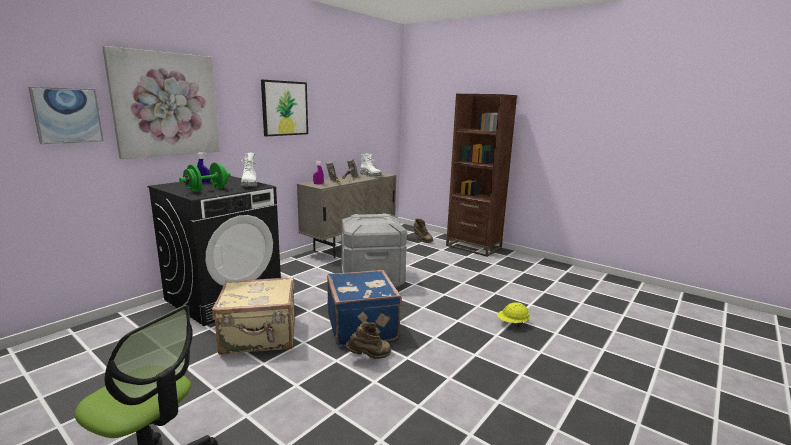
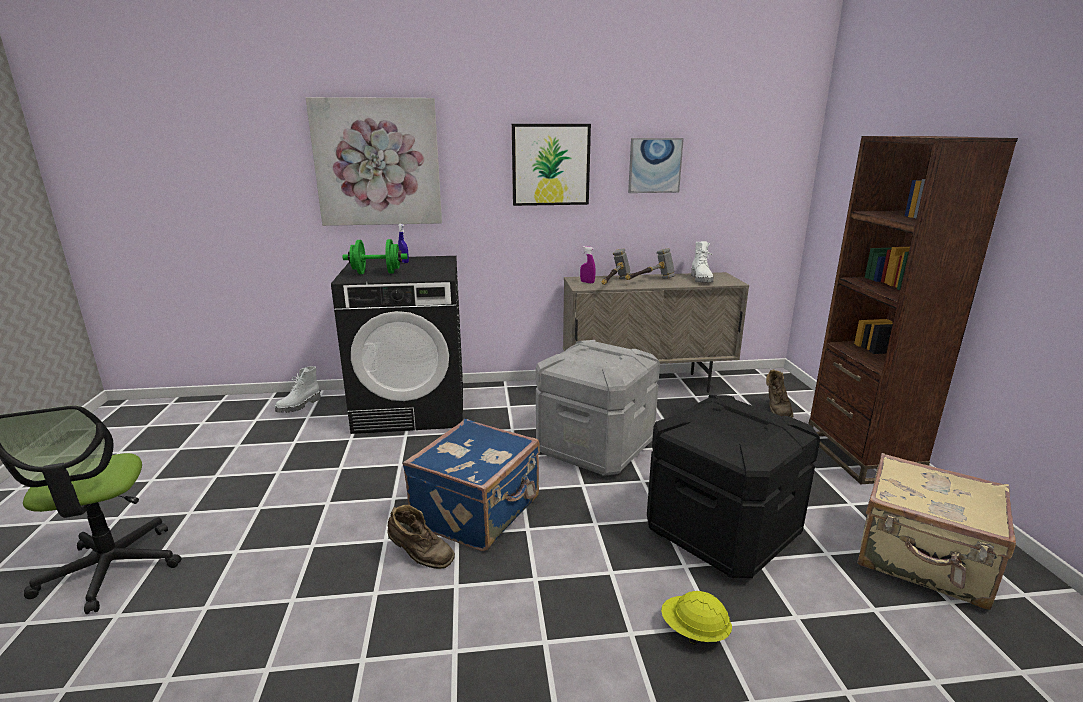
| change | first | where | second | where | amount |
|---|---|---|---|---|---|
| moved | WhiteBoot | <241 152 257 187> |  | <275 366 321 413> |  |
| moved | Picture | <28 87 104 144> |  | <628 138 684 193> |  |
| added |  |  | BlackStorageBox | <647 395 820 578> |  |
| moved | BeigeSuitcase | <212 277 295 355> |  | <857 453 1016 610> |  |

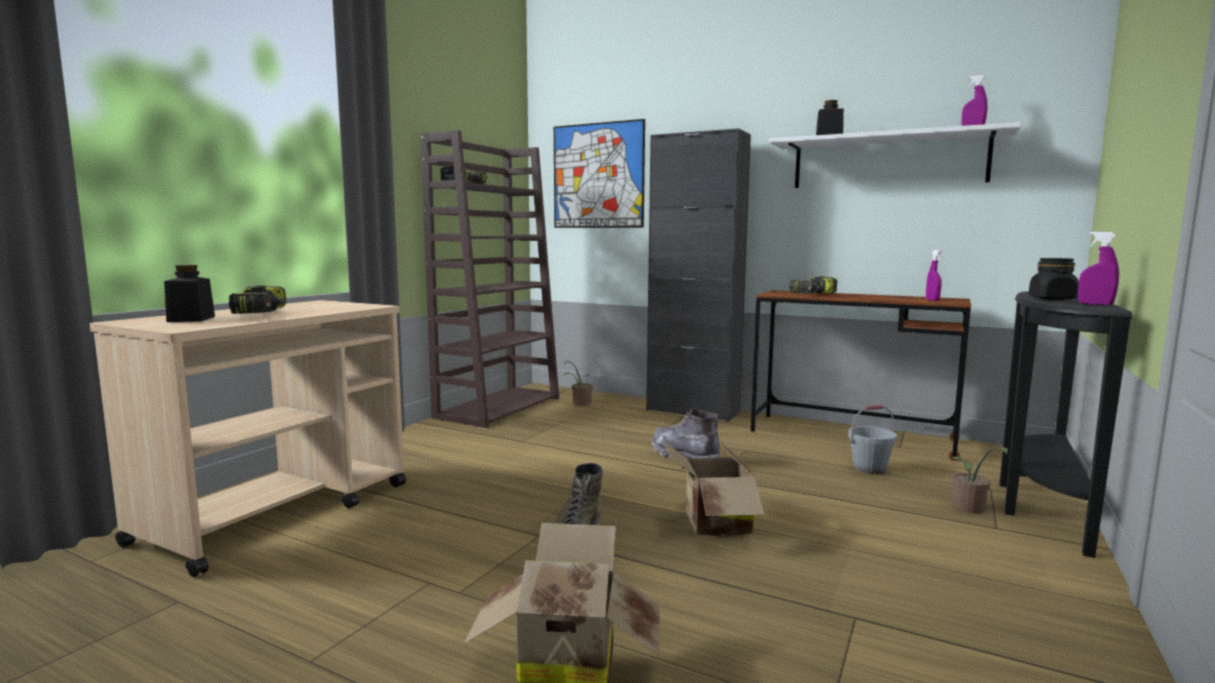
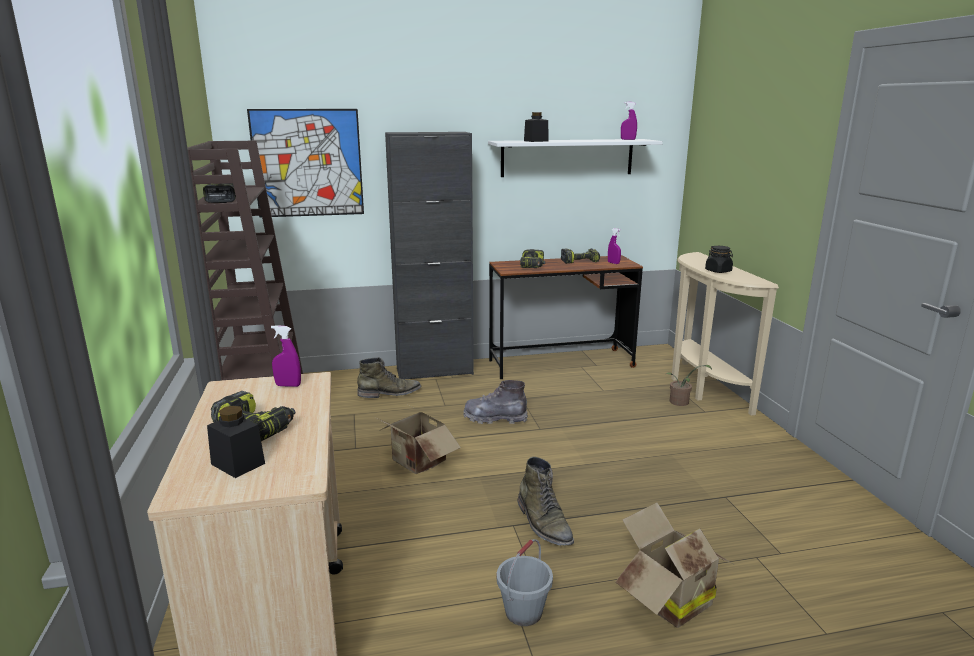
| change | first | where | second | where | amount |
|---|---|---|---|---|---|
| moved | PurpleSprayBottle | <1078 232 1119 305> |  | <271 325 301 387> |  |
| added |  |  | GreenBoot | <357 357 421 398> |  |
| moved | CardboardBox | <662 440 764 537> |  | <375 408 461 474> |  |
| moved | GreyBucket | <848 405 897 474> |  | <497 539 553 626> |  |
| added |  |  | PowerDrill | <561 249 600 264> |  |
| recoloured | BlackConsoleTable | <1000 291 1132 558> | BeigeConsoleTable | <671 252 779 416> |  |
| removed | PottedPlant | <564 361 593 406> |  |  |  |

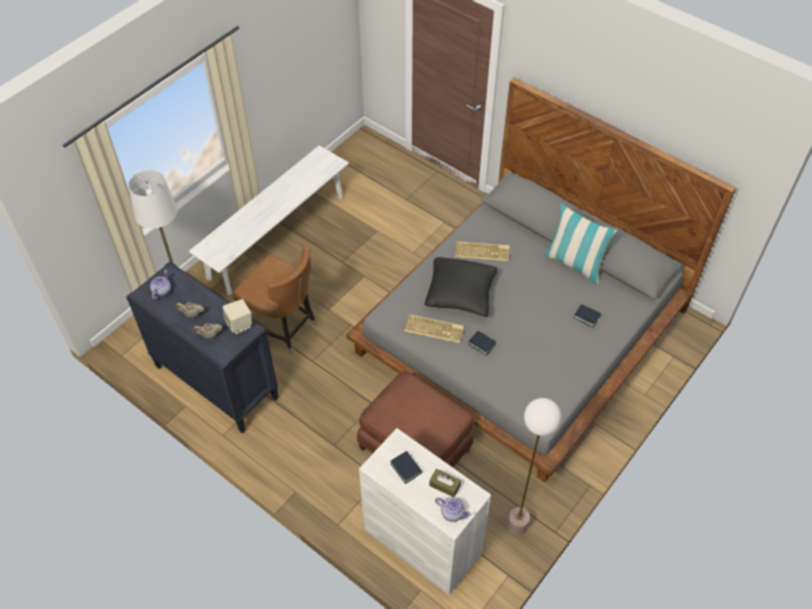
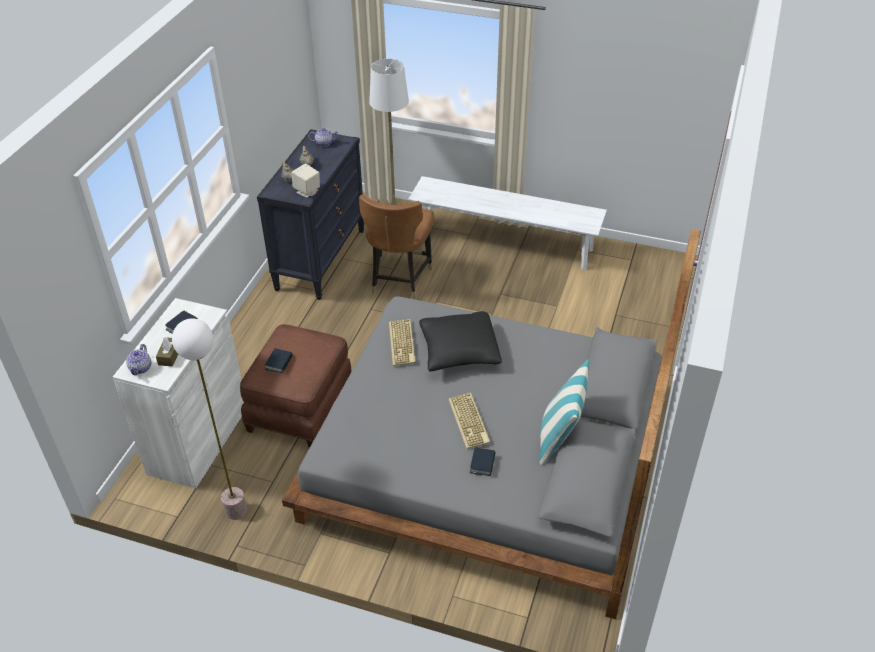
| change | first | where | second | where | amount |
|---|---|---|---|---|---|
| moved | Book | <468 331 496 356> |  | <265 348 293 373> |  |
| moved | Keyboard | <455 241 509 261> |  | <448 393 490 449> |  |

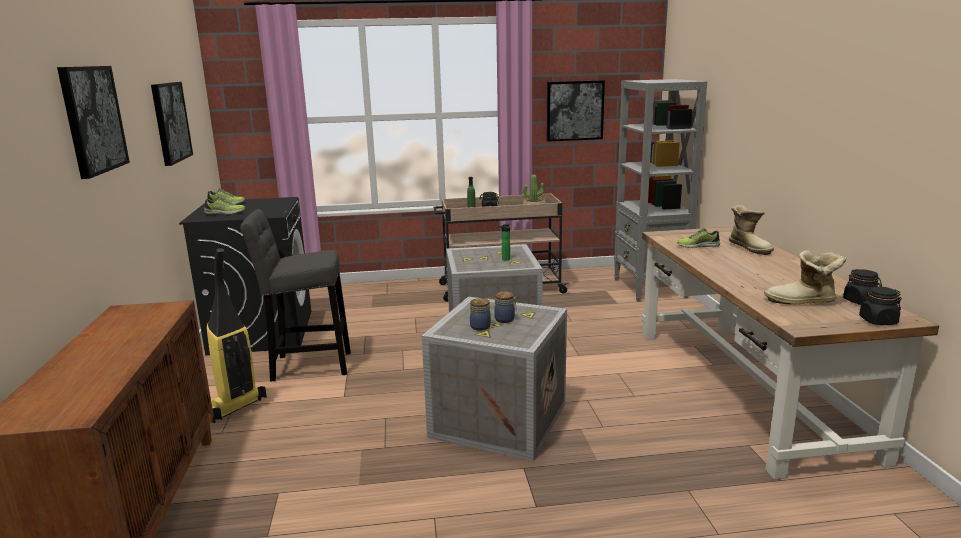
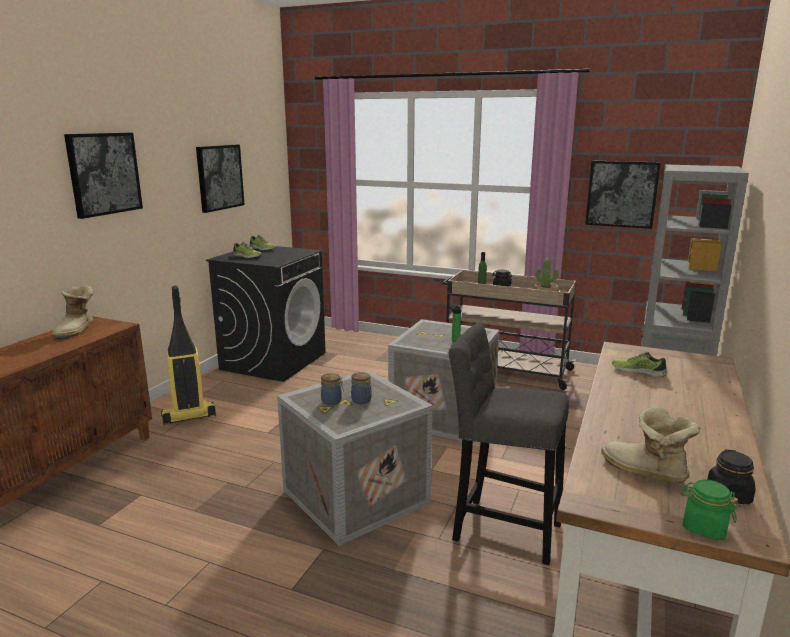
| change | first | where | second | where | amount |
|---|---|---|---|---|---|
| moved | Boot | <729 205 774 255> |  | <51 286 94 339> |  |
| moved | GreyStool | <240 209 351 382> |  | <449 323 569 565> |  |
| recoloured | BlackJar | <859 287 902 325> | GreenJar | <681 479 738 540> |  |

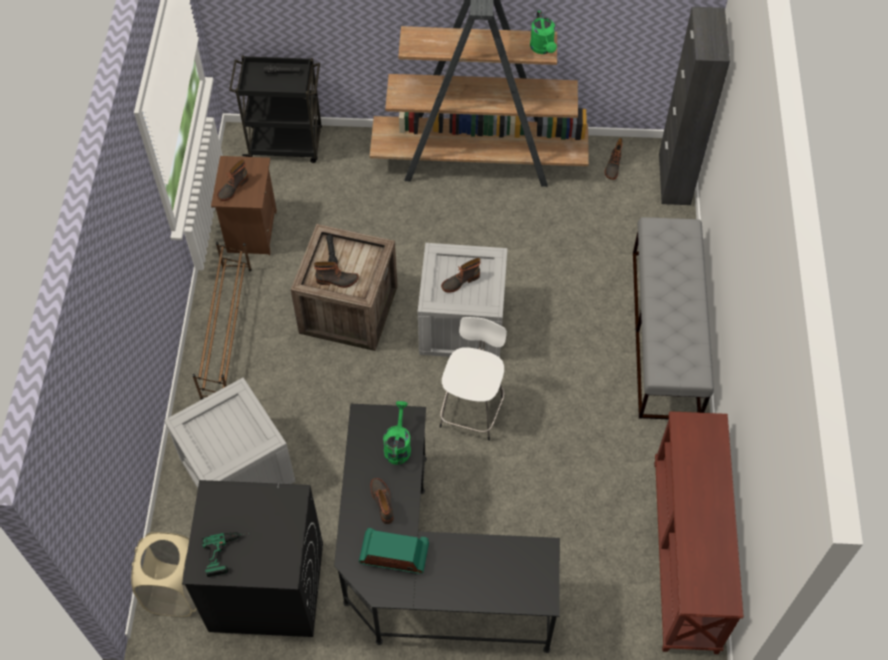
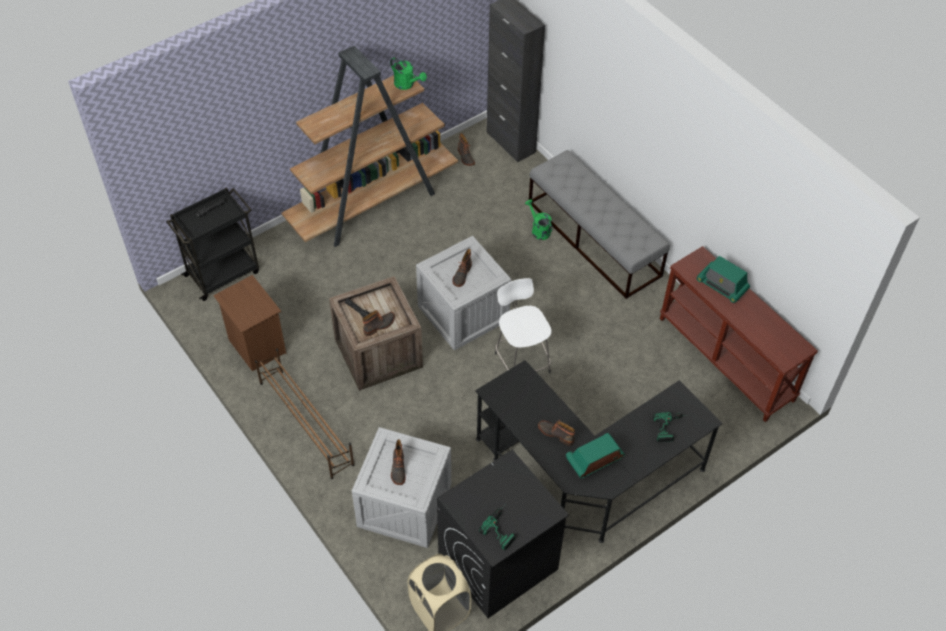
| change | first | where | second | where | amount |
|---|---|---|---|---|---|
| moved | Boot | <217 159 249 201> |  | <391 439 406 485> |  |
| moved | GreenWateringCan | <383 401 411 465> |  | <525 199 552 240> |  |
| added |  |  | PowerDrill | <653 412 689 442> |  |
| added |  |  | Radio | <696 256 750 303> |  |

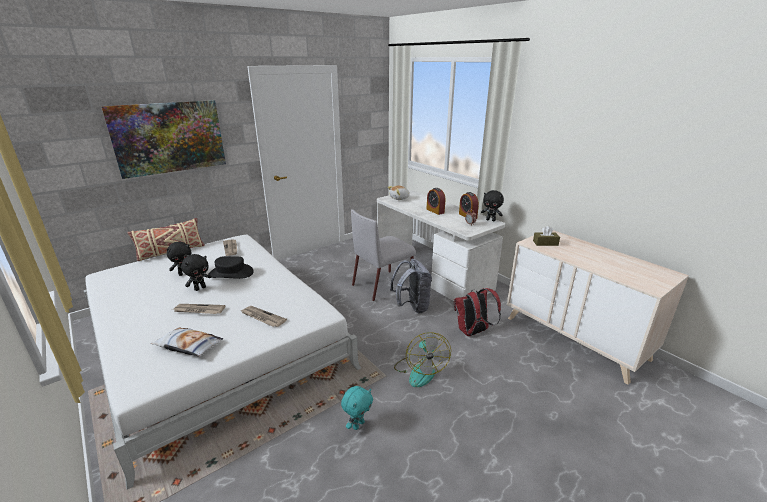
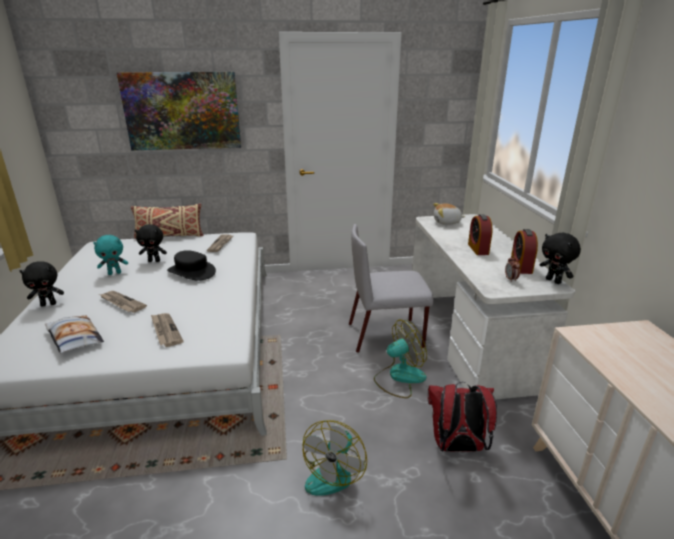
| change | first | where | second | where | amount |
|---|---|---|---|---|---|
| moved | BlackPlushToy | <181 254 211 291> |  | <20 261 64 307> |  |
| moved | TurquoisePlushToy | <341 386 373 430> |  | <93 235 128 275> |  |
| replaced | GreyBackpack | <390 259 432 313> | Fan | <374 320 427 398> |  |
| removed | BrownTissueBox | <533 226 560 246> |  |  |  |

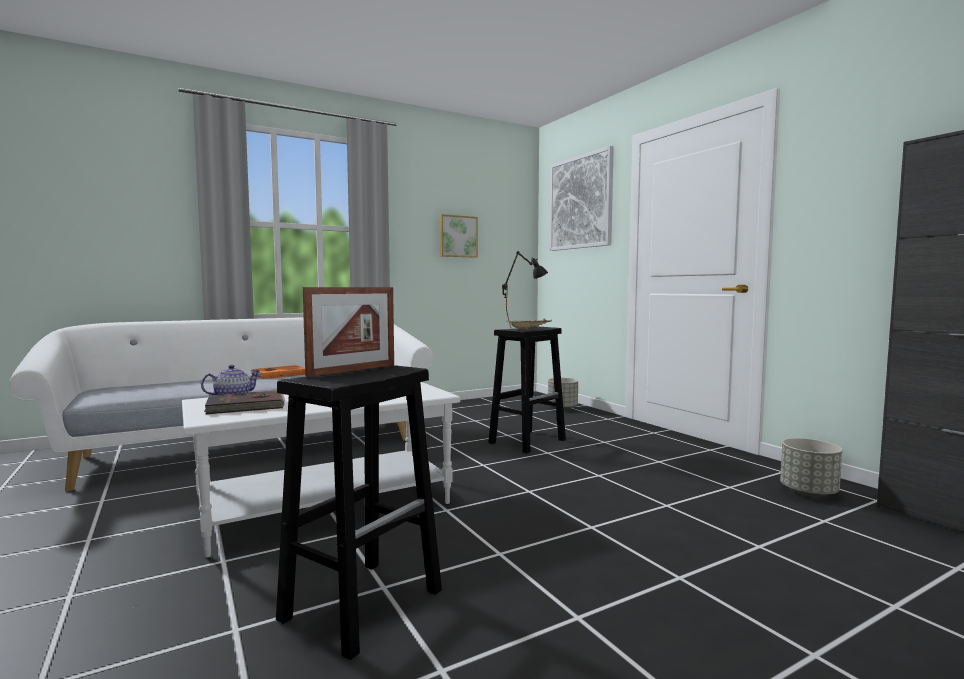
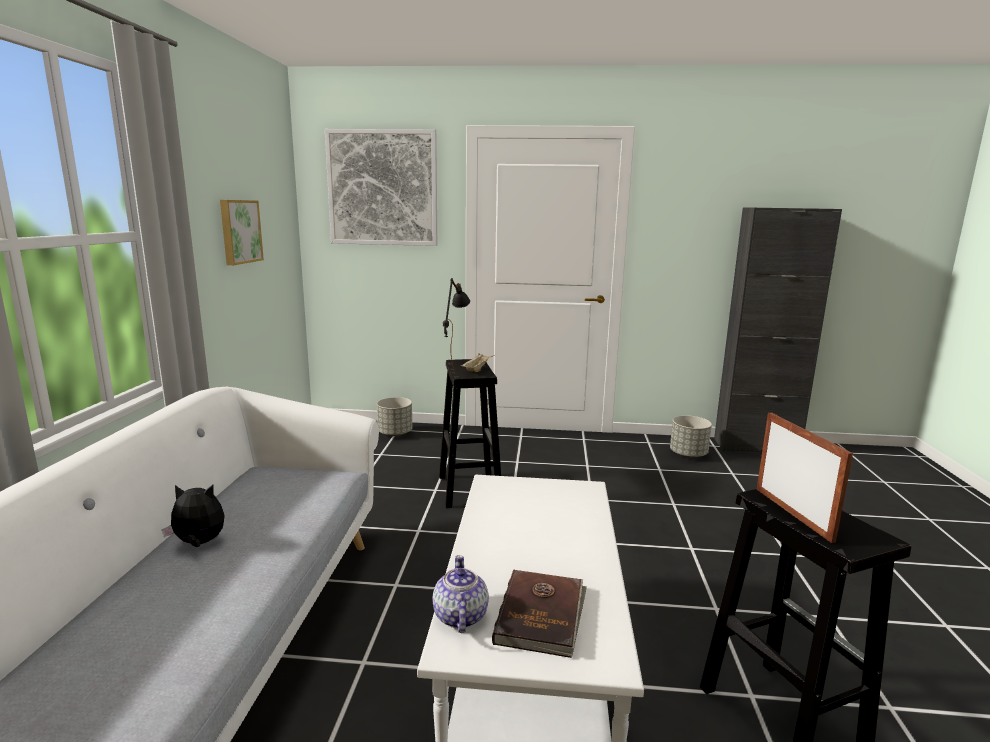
| change | first | where | second | where | amount |
|---|---|---|---|---|---|
| replaced | OrangeBook | <251 365 305 379> | PlushToy | <162 485 225 547> |  |

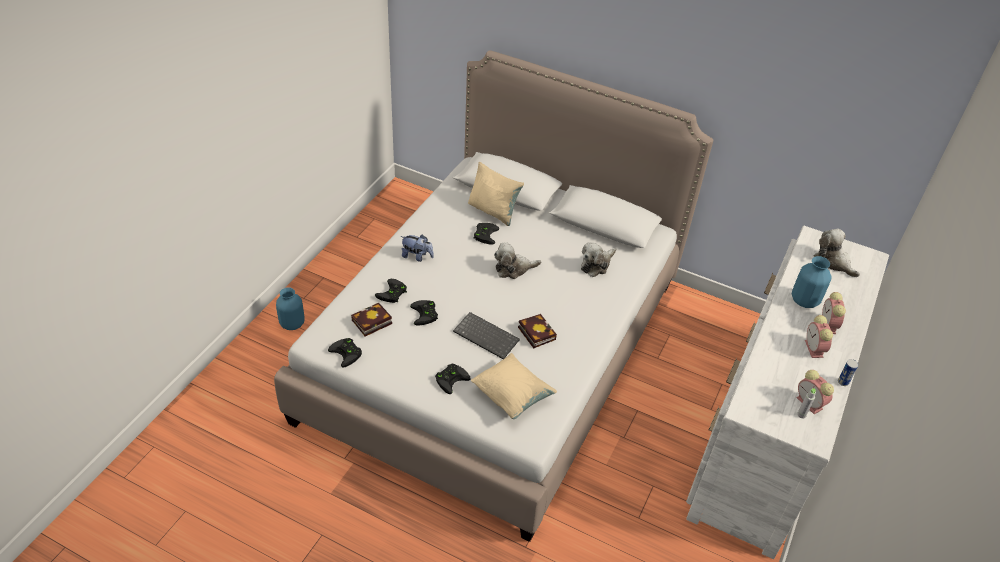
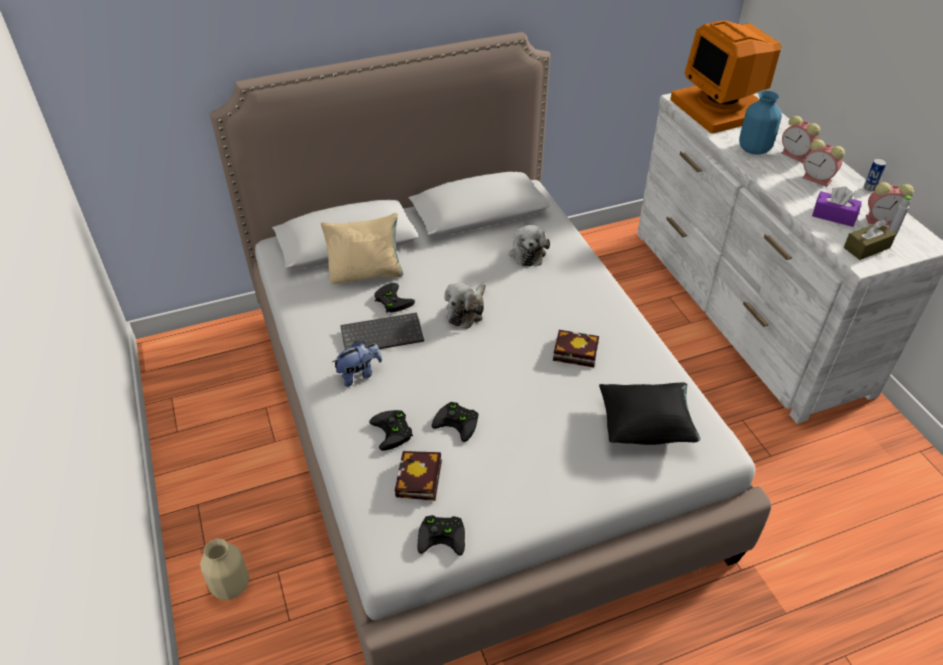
| change | first | where | second | where | amount |
|---|---|---|---|---|---|
| recoloured | BlueVase | <276 287 304 330> | BeigeVase | <200 538 249 600> |  |
| moved | Keyboard | <453 312 520 359> |  | <340 312 424 350> |  |
| recoloured | BeigePillow | <471 353 557 419> | BlackPillow | <599 382 701 445> |  |
| replaced | PlushToy | <814 228 860 277> | Monitor | <670 20 782 134> |  |
| added |  |  | PurpleTissueBox | <812 186 862 227> |  |
| added |  |  | BrownTissueBox | <844 220 896 260> |  |
| removed | BlackGameController | <435 363 471 394> |  |  |  |

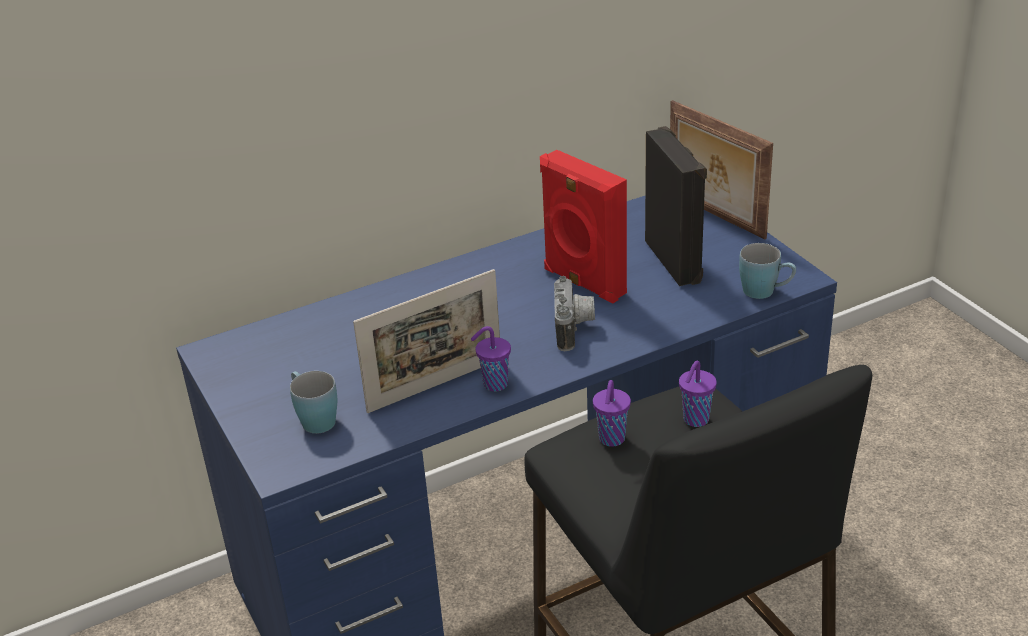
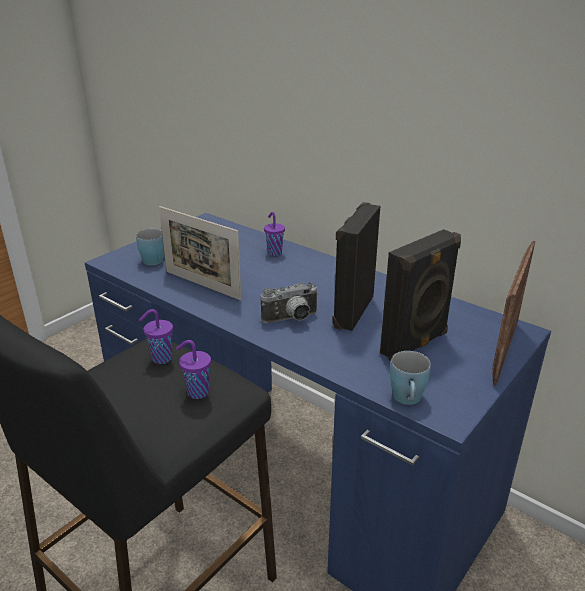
| change | first | where | second | where | amount |
|---|---|---|---|---|---|
| moved | PurpleCup | <471 326 511 391> |  | <264 212 285 256> |  |
| recoloured | RedSpeaker | <540 150 627 304> | BlackSpeaker | <332 202 380 331> |  |

